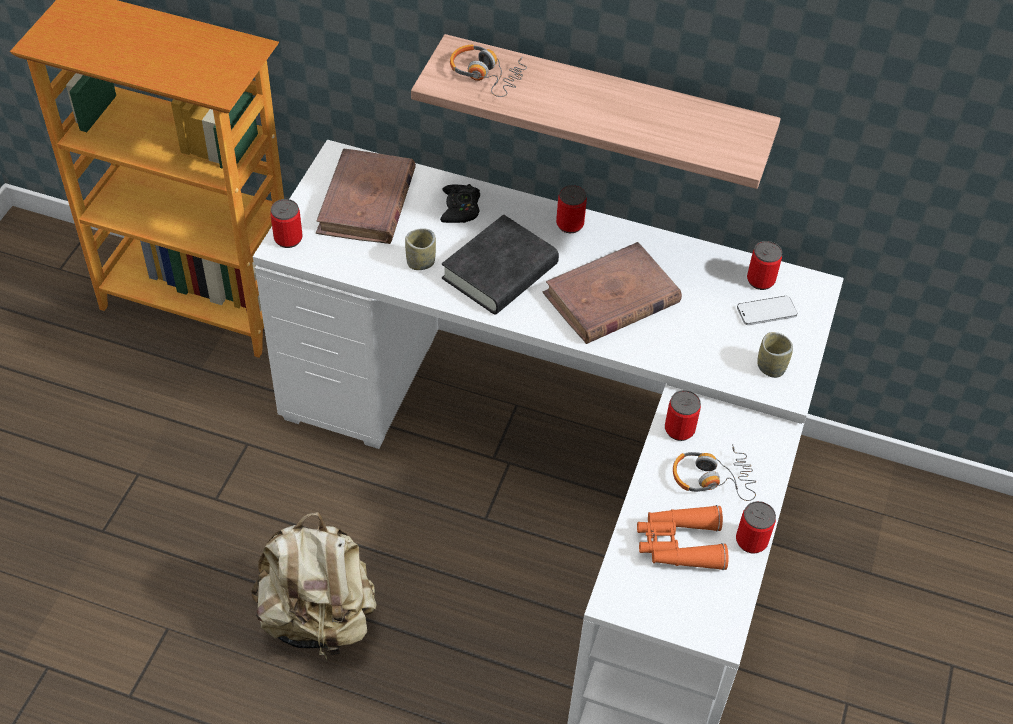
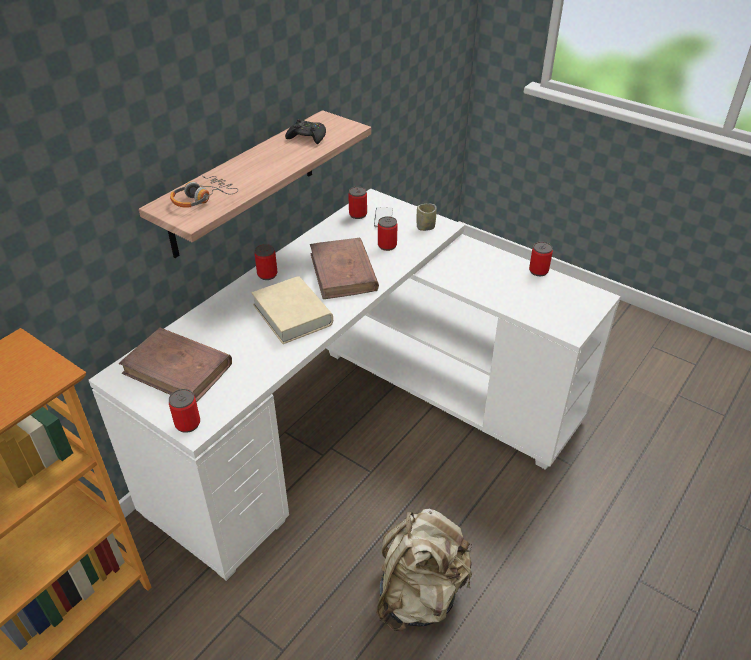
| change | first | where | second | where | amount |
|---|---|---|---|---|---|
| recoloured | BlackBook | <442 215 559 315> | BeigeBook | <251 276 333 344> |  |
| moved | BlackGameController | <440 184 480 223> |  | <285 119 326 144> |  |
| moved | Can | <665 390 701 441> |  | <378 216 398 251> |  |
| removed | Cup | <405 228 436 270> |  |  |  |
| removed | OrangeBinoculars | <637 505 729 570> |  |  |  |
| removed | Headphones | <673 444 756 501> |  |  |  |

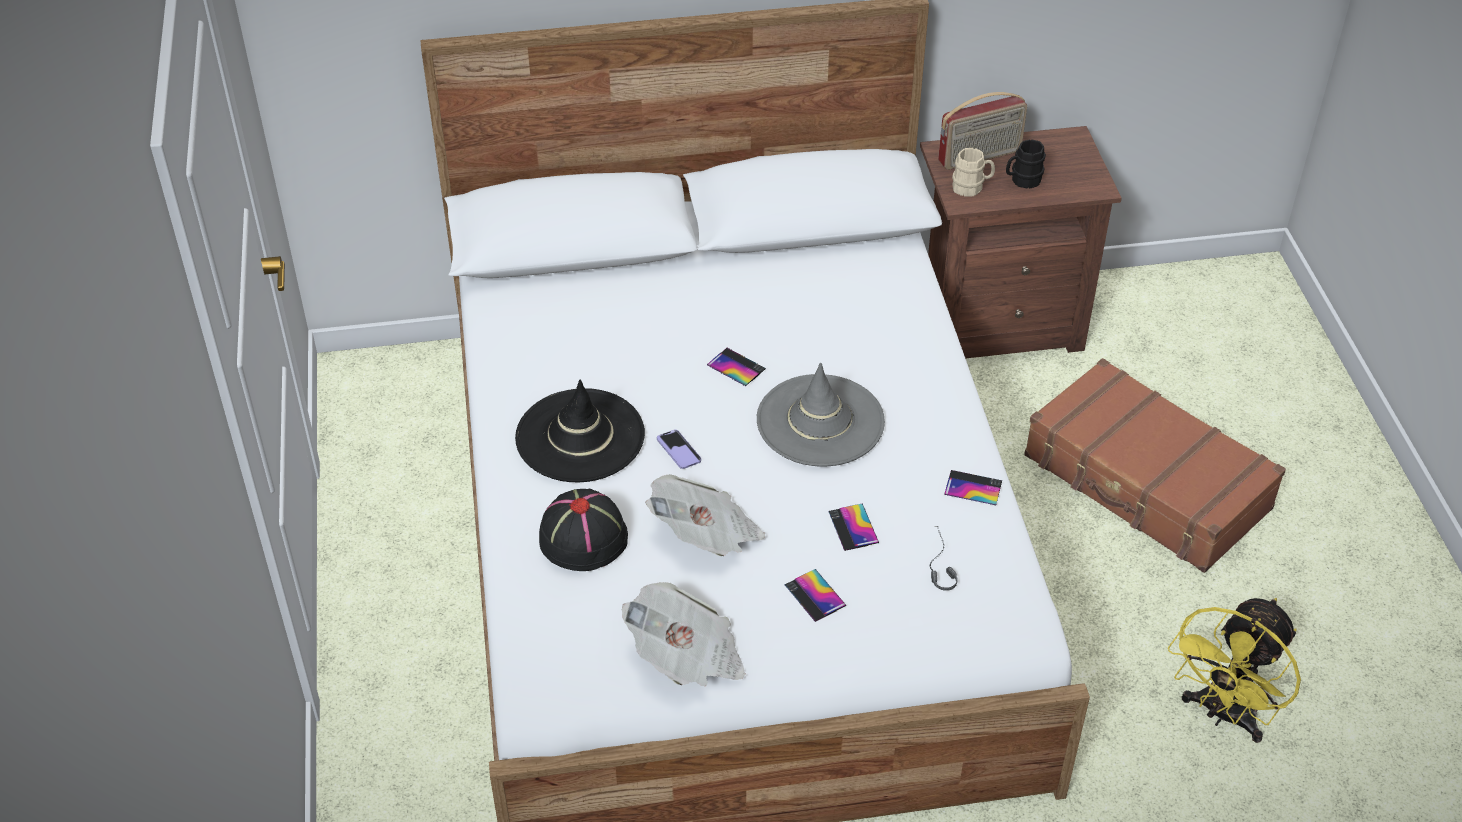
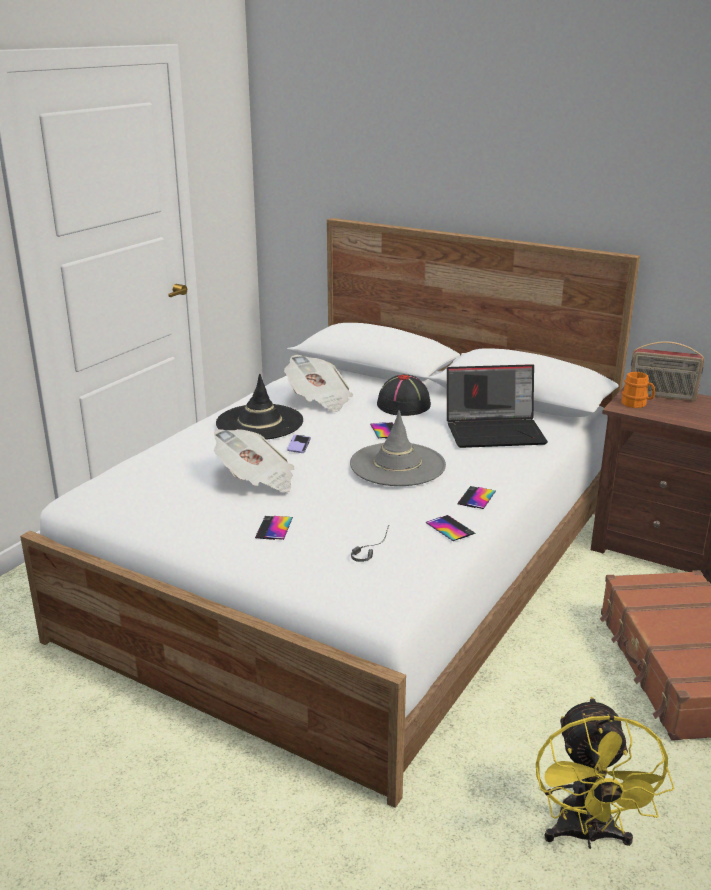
| change | first | where | second | where | amount |
|---|---|---|---|---|---|
| moved | Newspaper | <622 582 746 687> |  | <284 355 353 412> |  |
| moved | BlackHat | <539 489 628 571> |  | <377 374 431 416> |  |
| added |  |  | Laptop | <447 364 548 448> |  |
| moved | Phone | <828 504 879 551> |  | <457 486 496 509> |  |
| turned | YellowFan | <1168 598 1301 743> |  | <536 697 674 849> | 75 degrees counterclockwise |
| recoloured | BeigeMug | <952 148 995 197> | OrangeMug | <621 372 655 408> |  |
| removed | BlackMug | <1006 139 1046 188> |  |  |  |

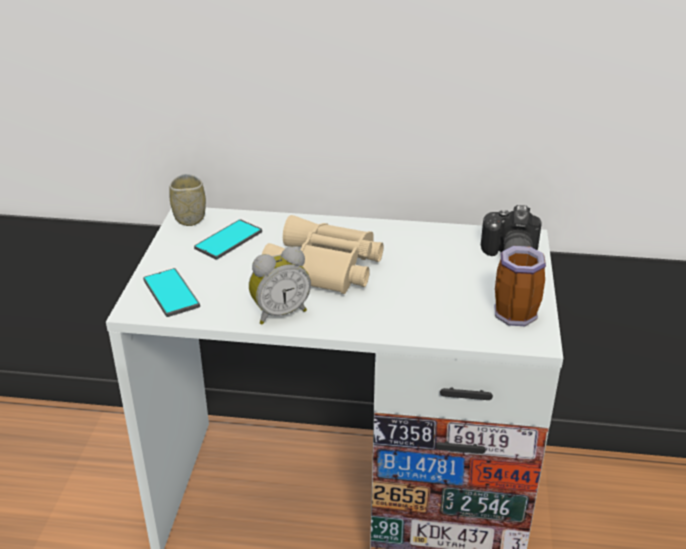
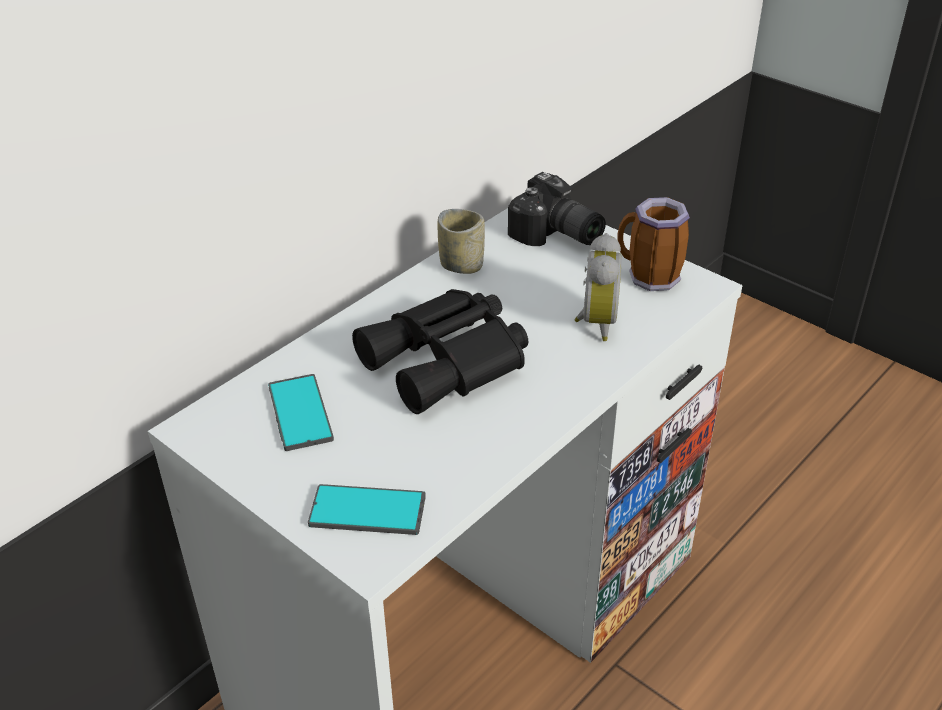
| change | first | where | second | where | amount |
|---|---|---|---|---|---|
| recoloured | BeigeBinoculars | <262 215 383 294> | BlackBinoculars | <352 289 528 414> |  |
| moved | Cup | <170 174 206 226> |  | <438 209 485 274> |  |
| moved | AlarmClock | <249 247 311 325> |  | <574 233 622 341> |  |

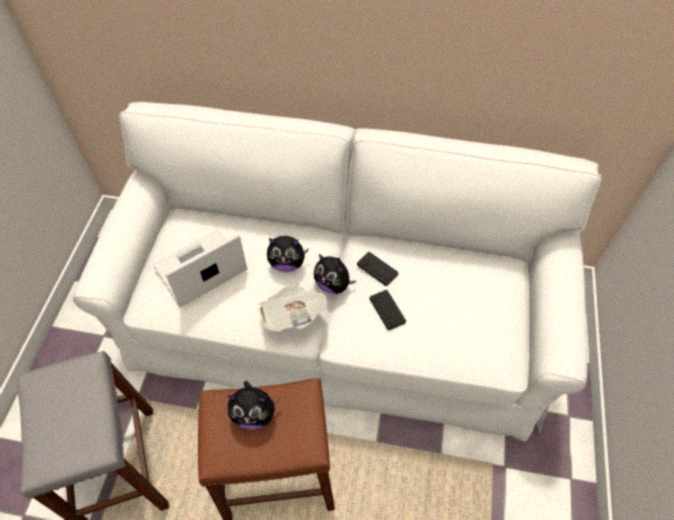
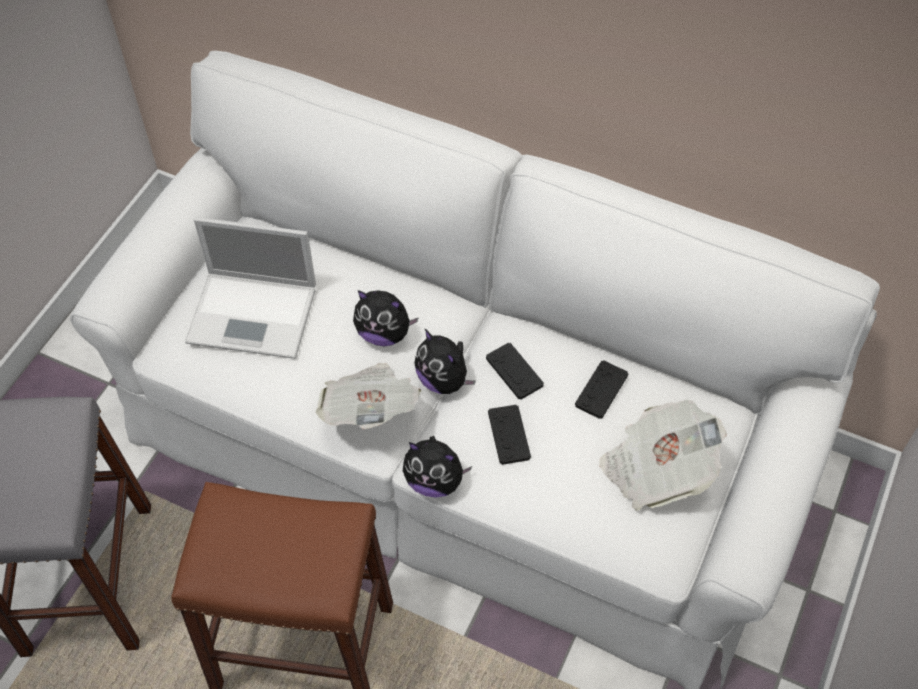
| change | first | where | second | where | amount |
|---|---|---|---|---|---|
| turned | Laptop | <153 230 247 307> |  | <185 217 316 359> | 150 degrees counterclockwise |
| moved | PlushToy | <228 381 280 430> |  | <403 436 472 497> |  |
| added |  |  | BlackGameController | <575 360 629 419> |  |
| added |  |  | Newspaper | <599 399 727 511> |  |

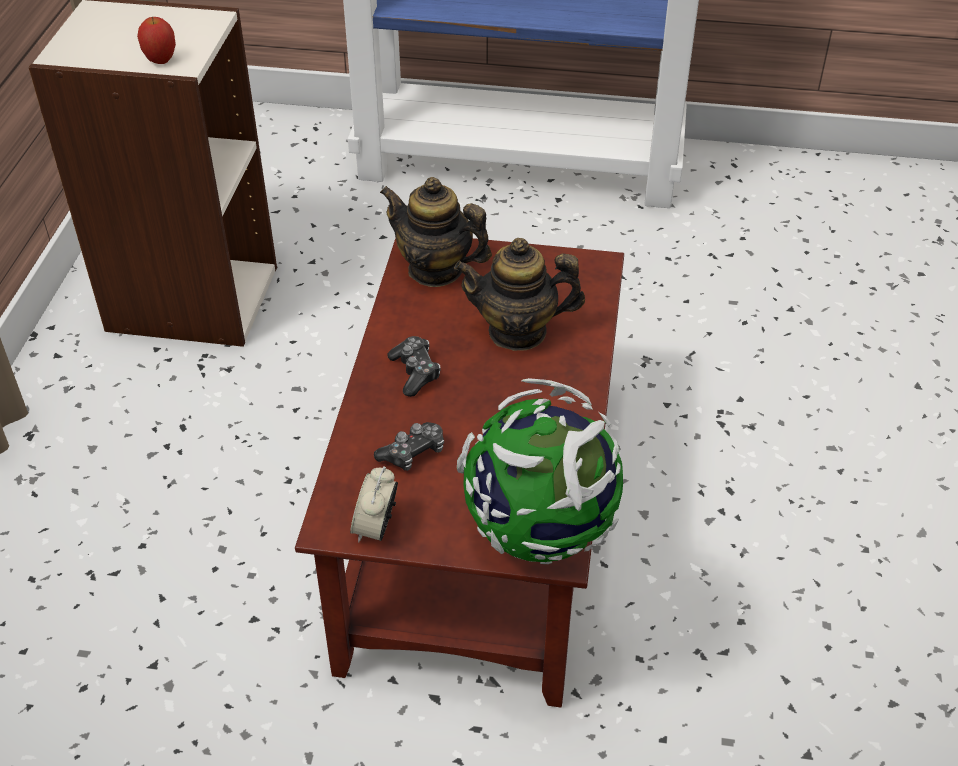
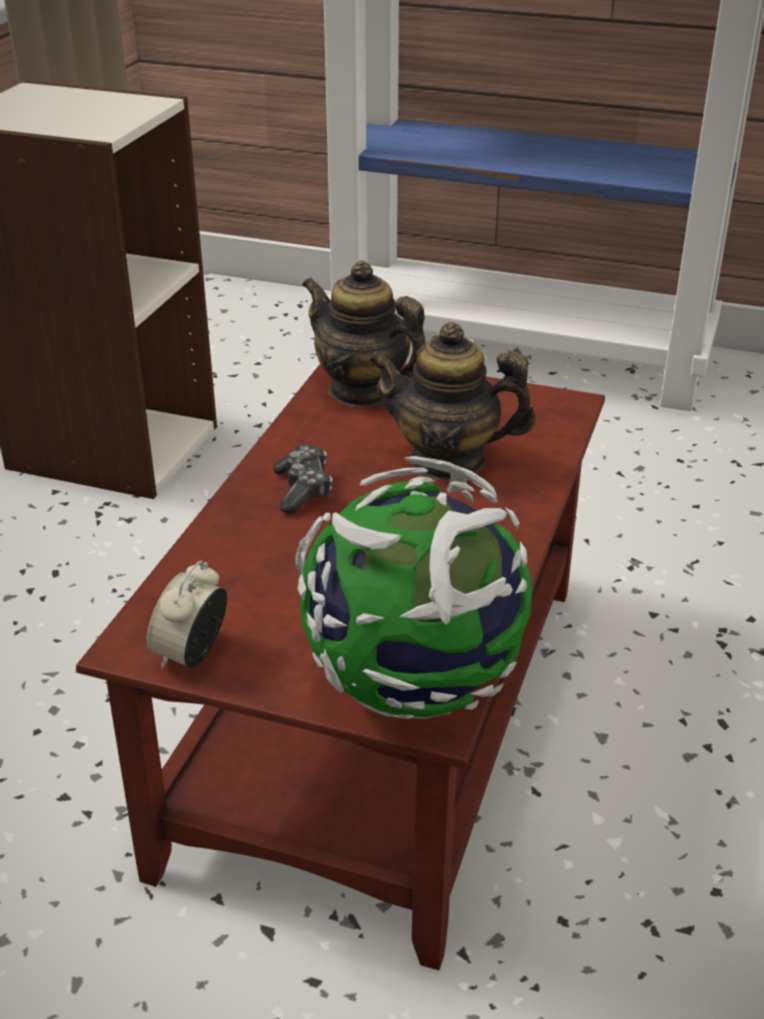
| change | first | where | second | where | amount |
|---|---|---|---|---|---|
| removed | Apple | <137 16 176 64> |  |  |  |
| removed | GameController | <374 422 444 471> |  |  |  |

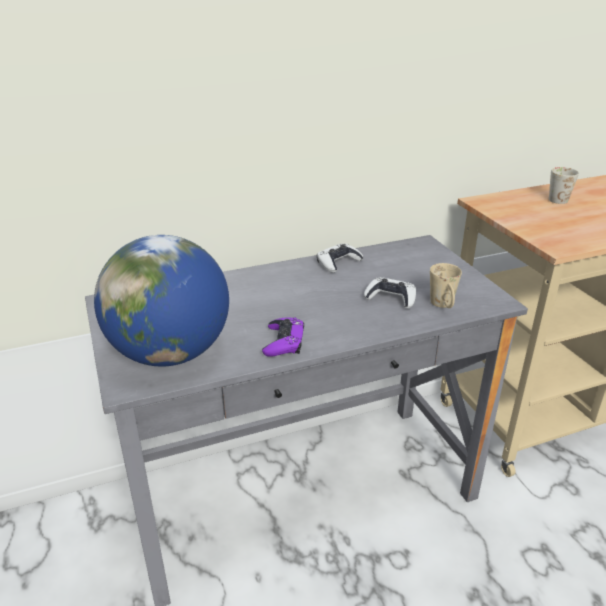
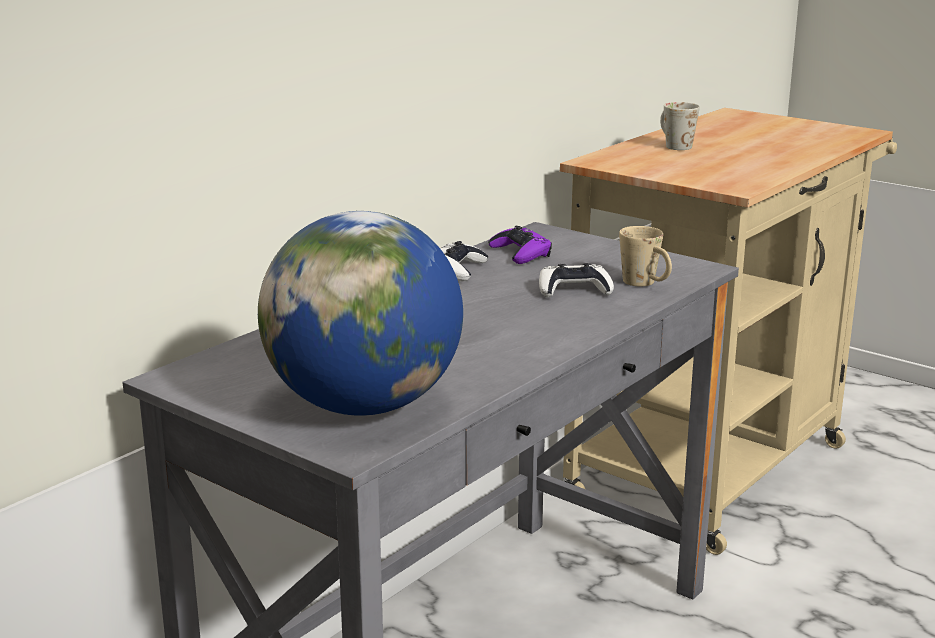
| change | first | where | second | where | amount |
|---|---|---|---|---|---|
| moved | PurpleGameController | <262 318 304 357> |  | <488 226 552 264> |  |

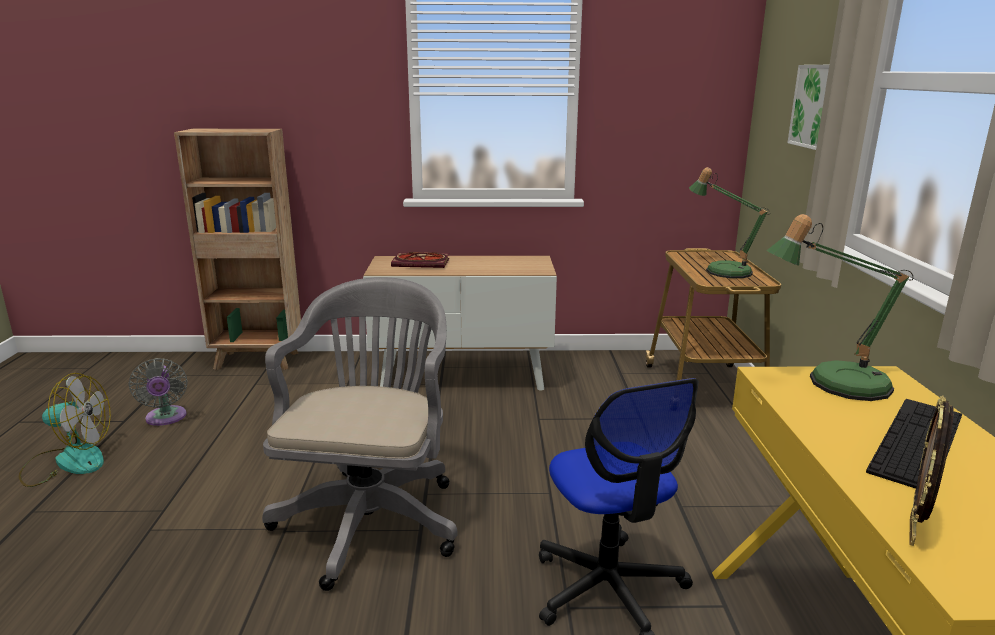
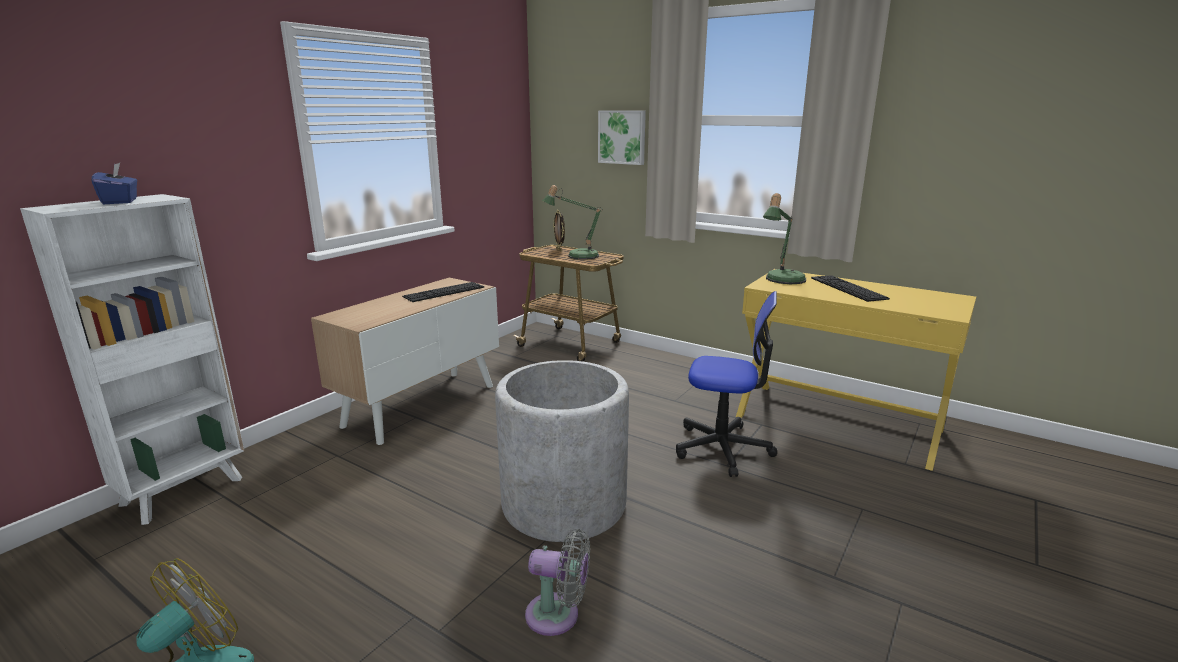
| change | first | where | second | where | amount |
|---|---|---|---|---|---|
| recoloured | BrownBookcase | <174 129 301 370> | WhiteBookcase | <20 194 244 525> |  |
| added |  |  | BlueTissueBox | <92 163 137 204> |  |
| added |  |  | Keyboard | <402 282 484 302> |  |
| replaced | GreyOfficeChair | <262 277 457 591> | GreyPlanter | <495 360 629 542> |  |
| moved | GreyFan | <129 358 188 426> |  | <525 529 590 636> |  |
| moved | PictureFrame | <909 395 953 546> |  | <553 210 565 252> |  |
| removed | Book | <391 252 449 268> |  |  |  |

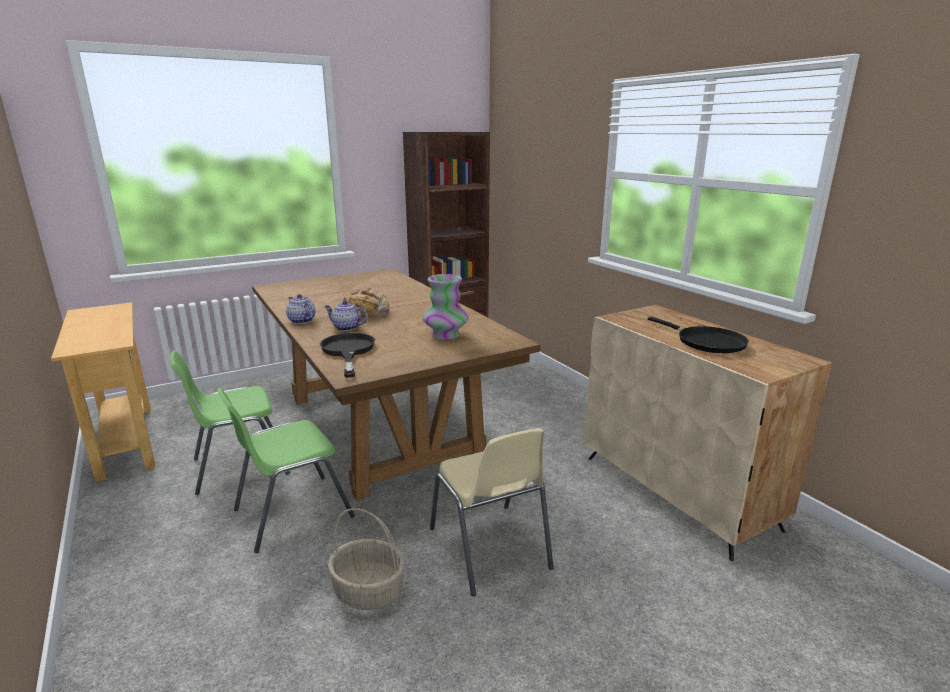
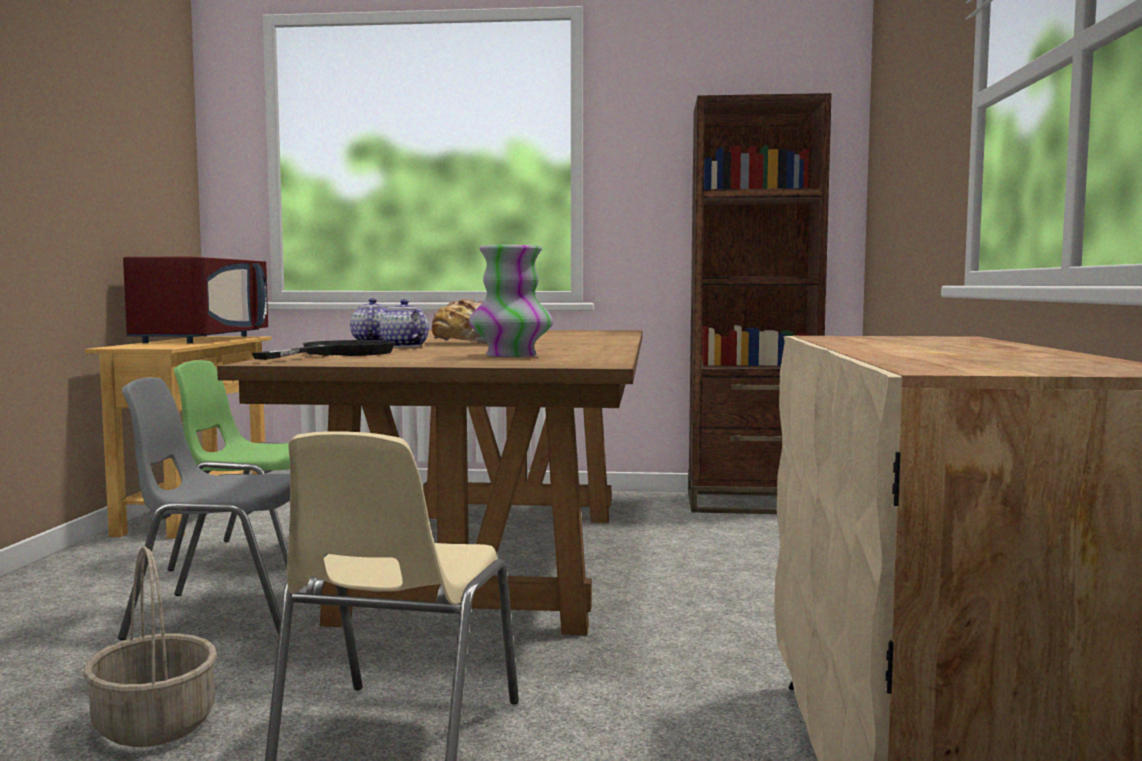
| change | first | where | second | where | amount |
|---|---|---|---|---|---|
| recoloured | GreenChair | <216 388 355 553> | GreyChair | <118 377 290 640> |  |
| added |  |  | RedMicrowave | <123 257 268 343> |  |
| removed | BlackFryingPan | <648 317 749 353> |  |  |  |

